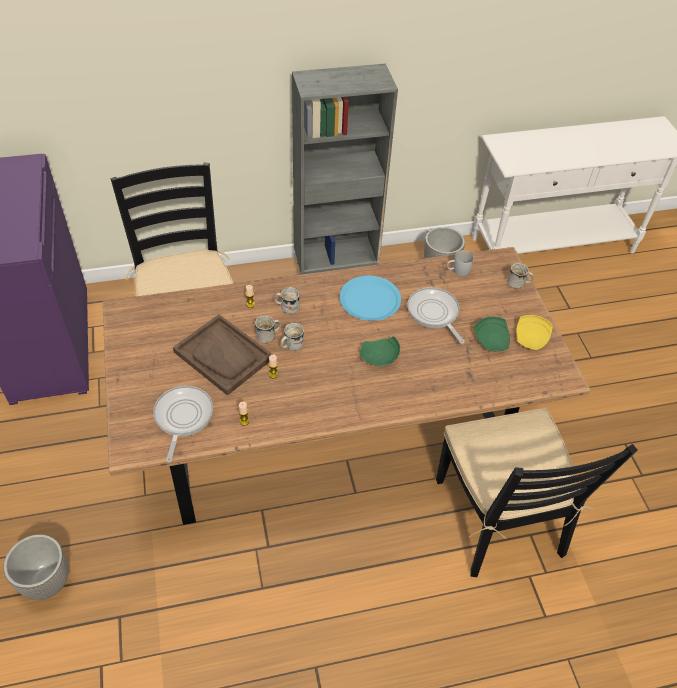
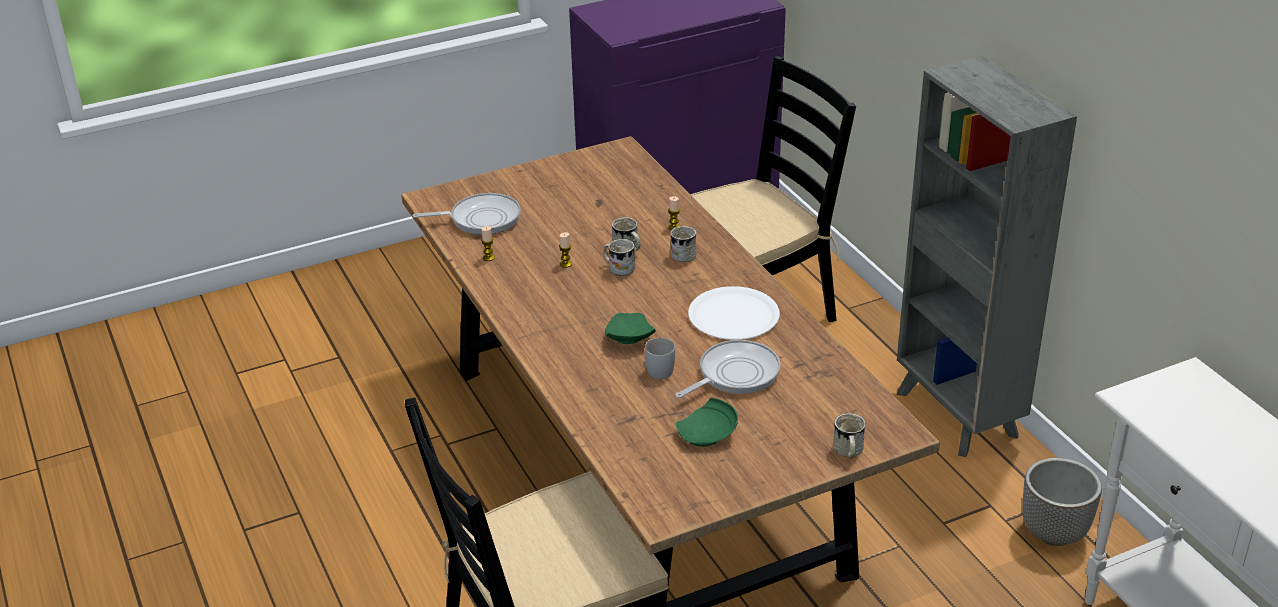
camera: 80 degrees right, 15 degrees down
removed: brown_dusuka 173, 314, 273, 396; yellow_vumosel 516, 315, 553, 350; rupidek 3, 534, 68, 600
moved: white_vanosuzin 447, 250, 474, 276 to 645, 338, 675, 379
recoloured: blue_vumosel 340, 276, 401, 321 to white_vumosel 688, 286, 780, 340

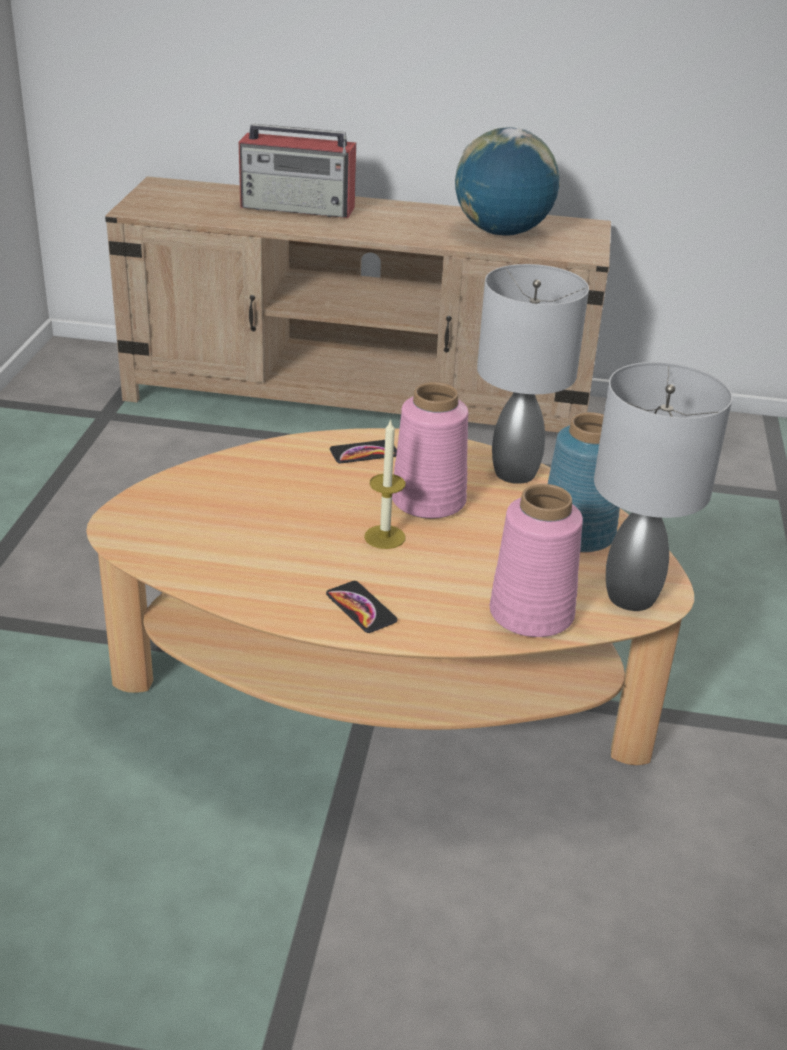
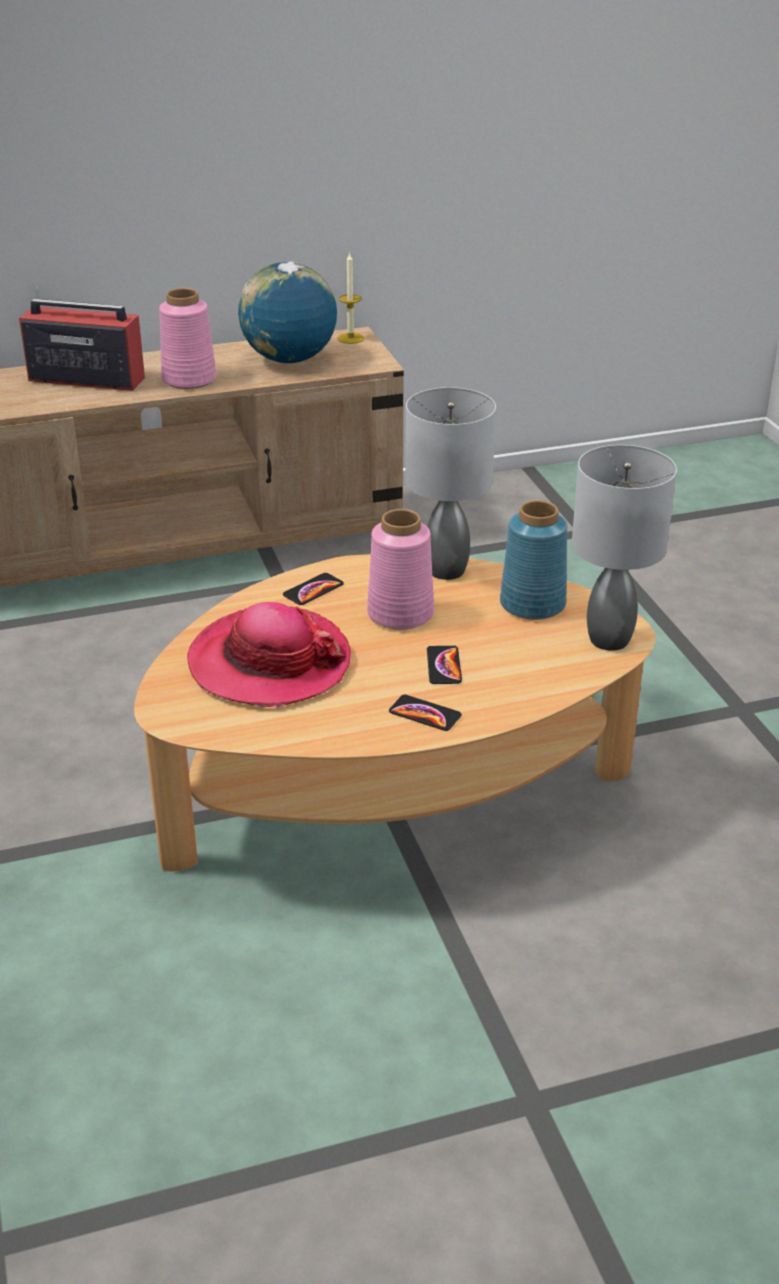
camera: 25 degrees left, 0 degrees up
added: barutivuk 187, 602, 351, 707; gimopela 427, 646, 462, 684
moved: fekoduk 364, 419, 405, 549 to 338, 252, 364, 344; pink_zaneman 490, 484, 583, 637 to 159, 288, 217, 389
turned: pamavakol 239, 124, 356, 218 = 19, 288, 145, 391 150 degrees counterclockwise

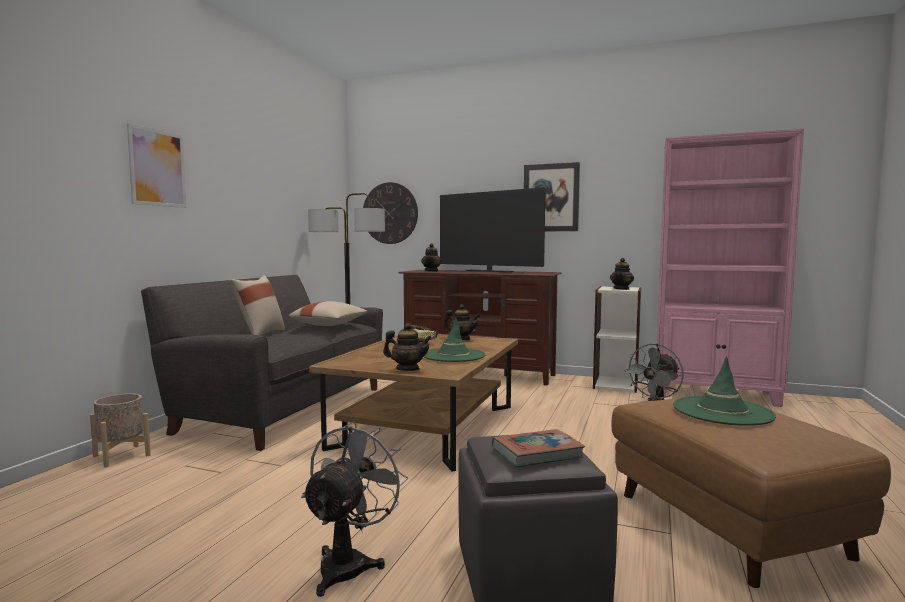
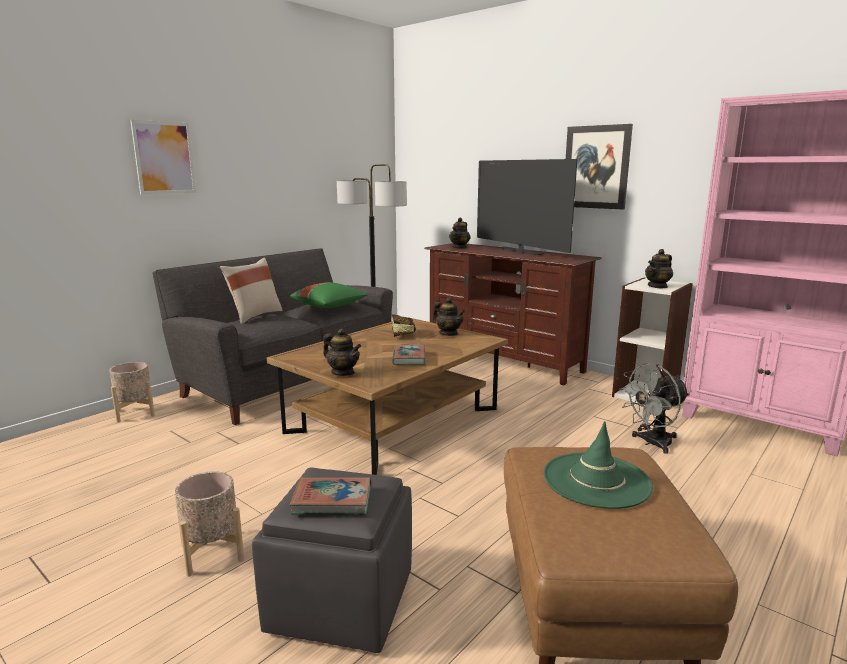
camera: 20 degrees right, 10 degrees up
removed: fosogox 363, 182, 418, 244
replaced: green_barutivuk 424, 317, 486, 362 to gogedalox 392, 345, 425, 365; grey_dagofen 301, 422, 408, 597 to beige_rupidek 175, 471, 244, 577
recoloured: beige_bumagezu 289, 301, 368, 326 to green_bumagezu 290, 282, 368, 308

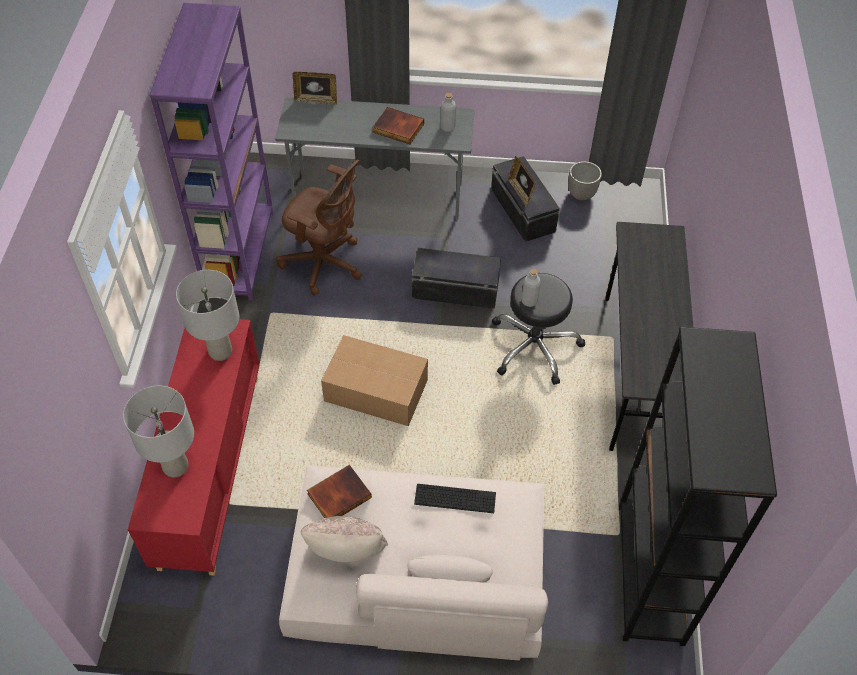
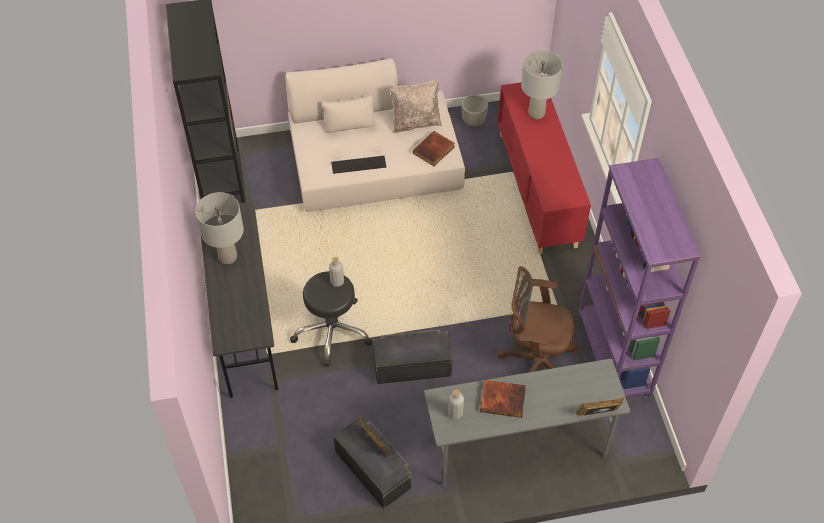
camera: 165 degrees right, 0 degrees up
removed: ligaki 321, 335, 428, 426
moved: rupidek 568, 161, 602, 201 to 462, 95, 488, 127; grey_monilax 176, 270, 239, 361 to 195, 192, 244, 264

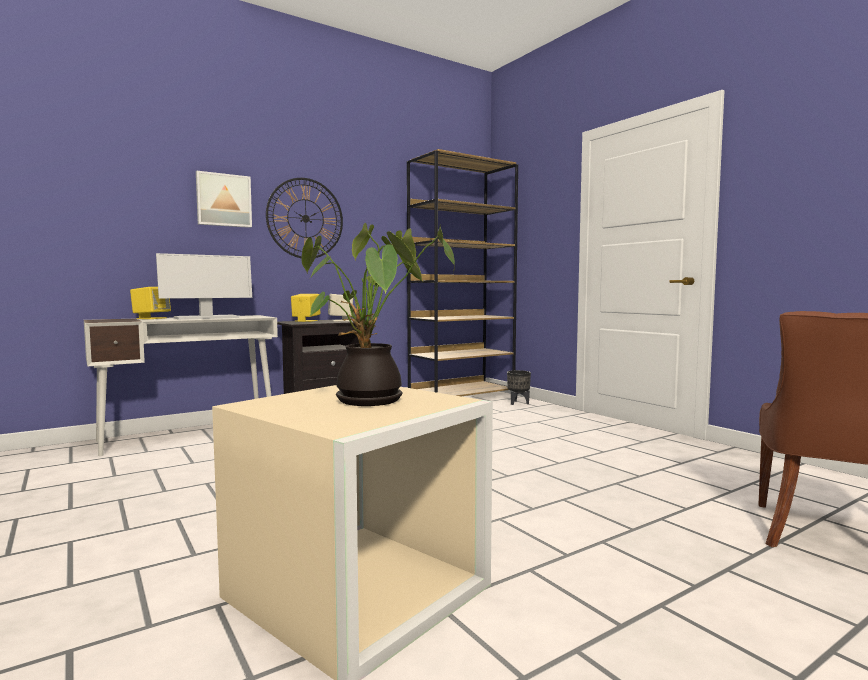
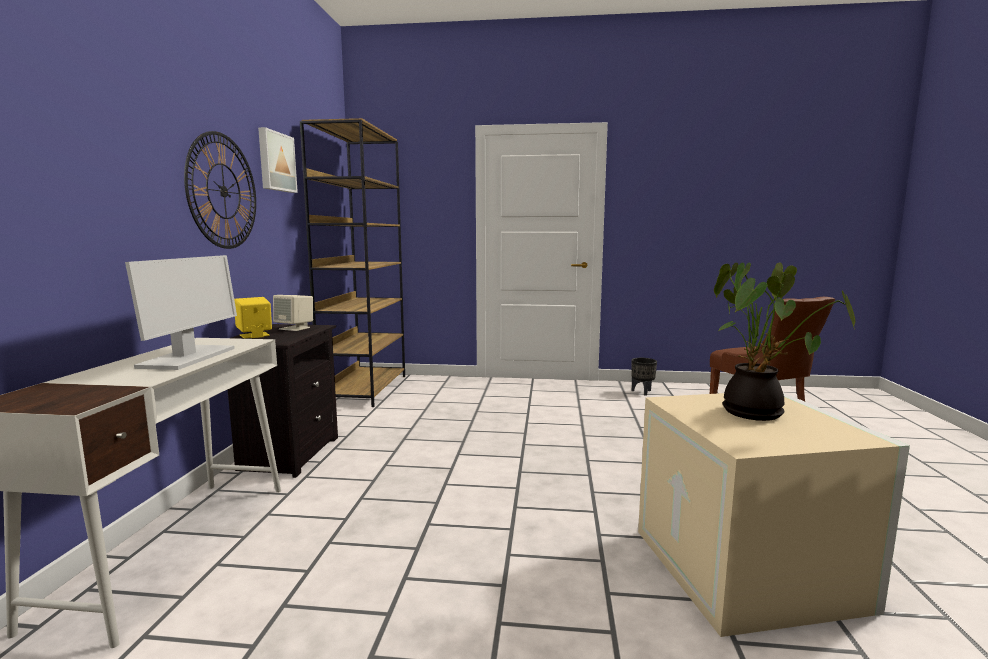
camera: 50 degrees left, 5 degrees up
removed: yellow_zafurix 130, 287, 171, 319
moved: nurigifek 196, 171, 252, 228 to 258, 127, 298, 193; black_rupidek 507, 370, 531, 405 to 632, 358, 657, 396

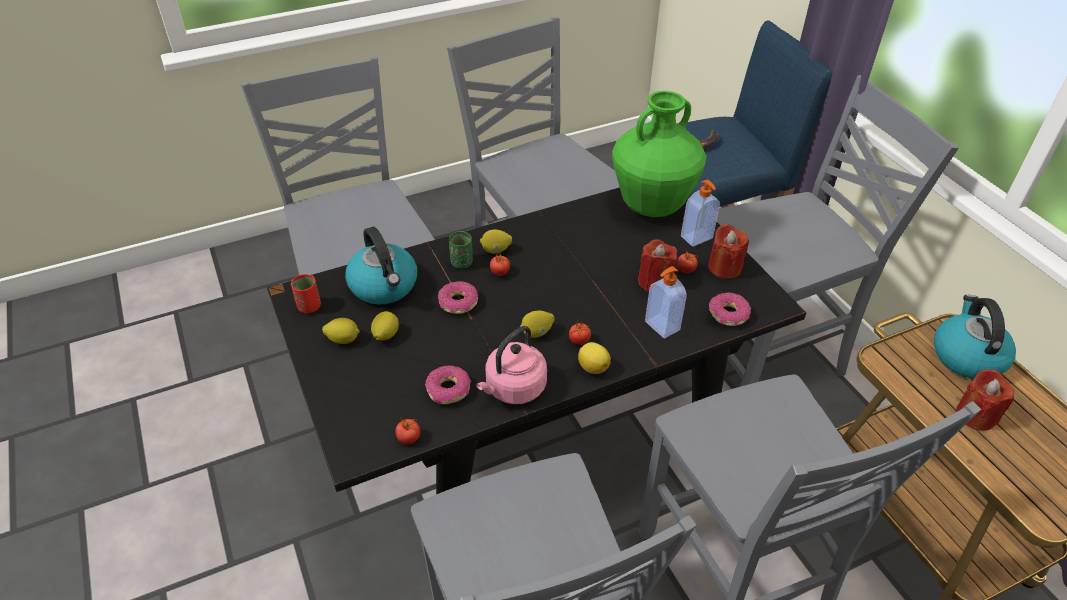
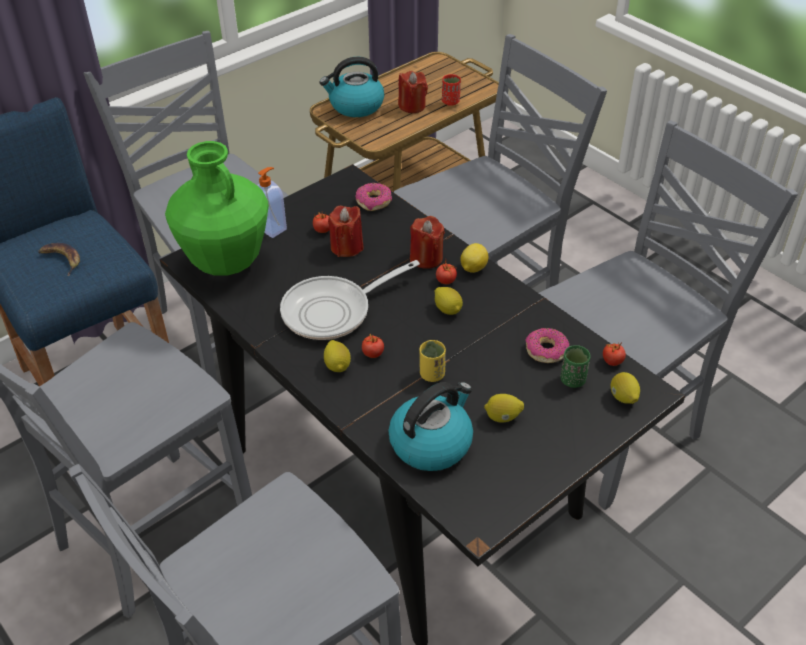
camera: 105 degrees left, 0 degrees up
removed: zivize 645, 266, 687, 339; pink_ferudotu 476, 326, 547, 404
added: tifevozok 280, 260, 420, 340
moved: red_fekoduk 708, 224, 749, 279 to 410, 216, 445, 269; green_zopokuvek 449, 231, 473, 269 to 560, 345, 591, 388; red_zopokuvek 291, 274, 321, 313 to 442, 74, 461, 106; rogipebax 322, 318, 360, 344 to 611, 372, 640, 404
replaced: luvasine 438, 281, 478, 314 to yellow_zopokuvek 419, 340, 446, 382

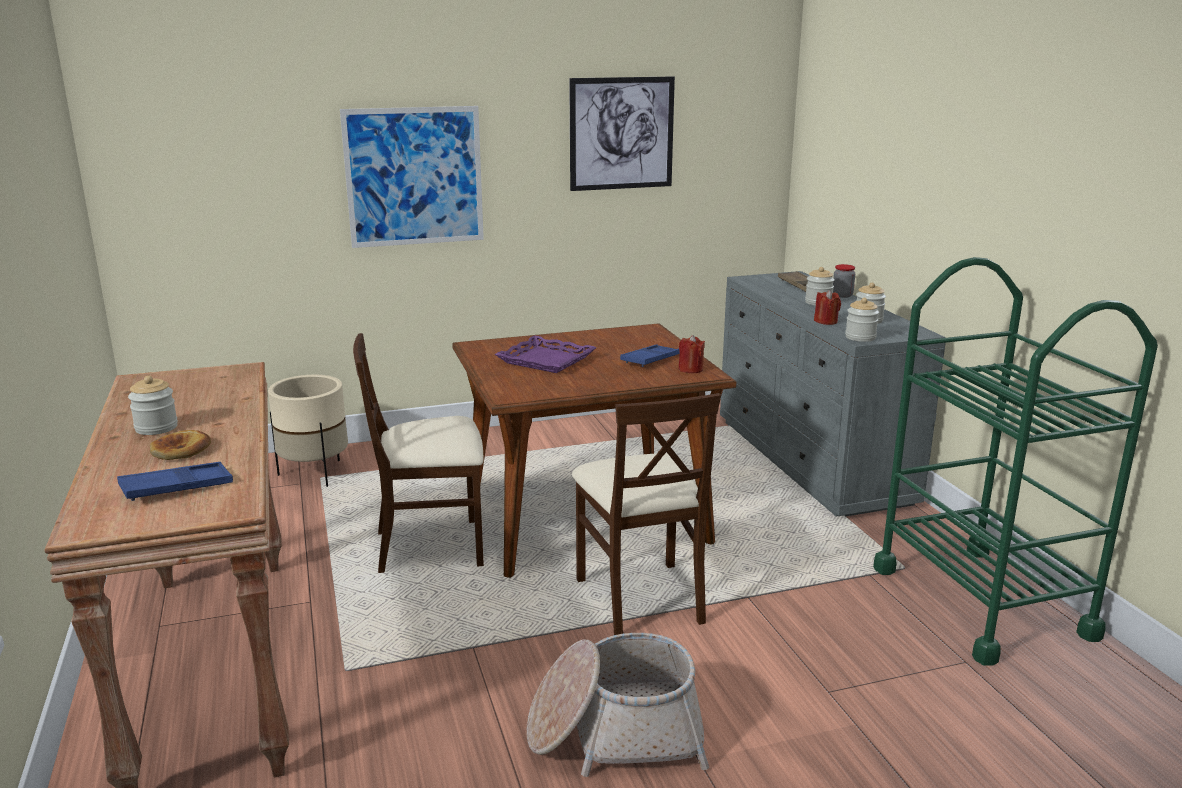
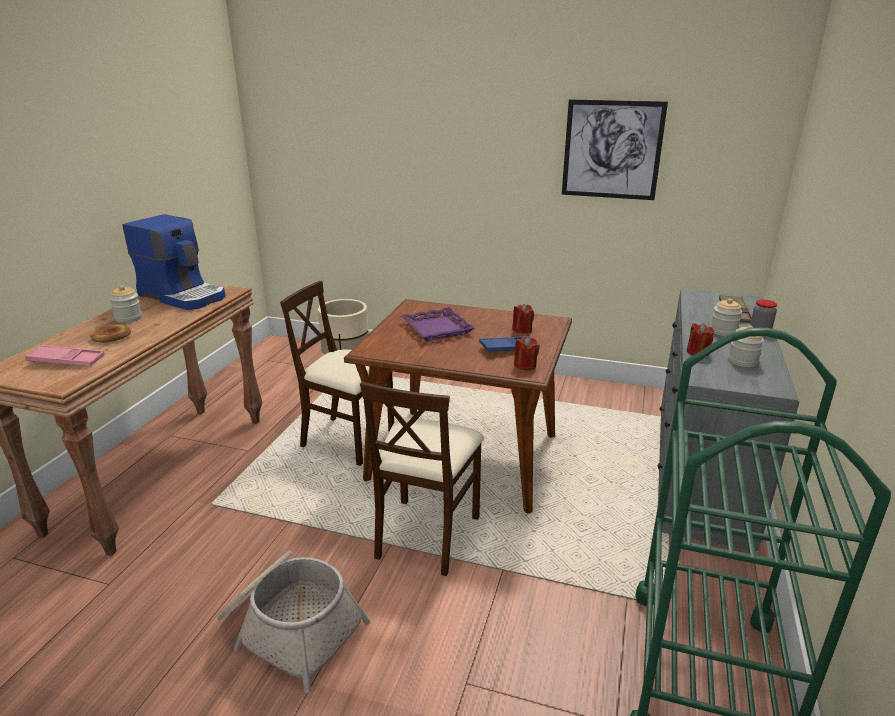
camera: 35 degrees right, 5 degrees up
removed: nurigifek 340, 106, 484, 248; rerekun 845, 298, 879, 342
added: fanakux 123, 214, 225, 310; red_fekoduk 512, 304, 534, 333
recoloured: blue_dusuka 117, 462, 233, 501 to pink_dusuka 25, 345, 104, 366

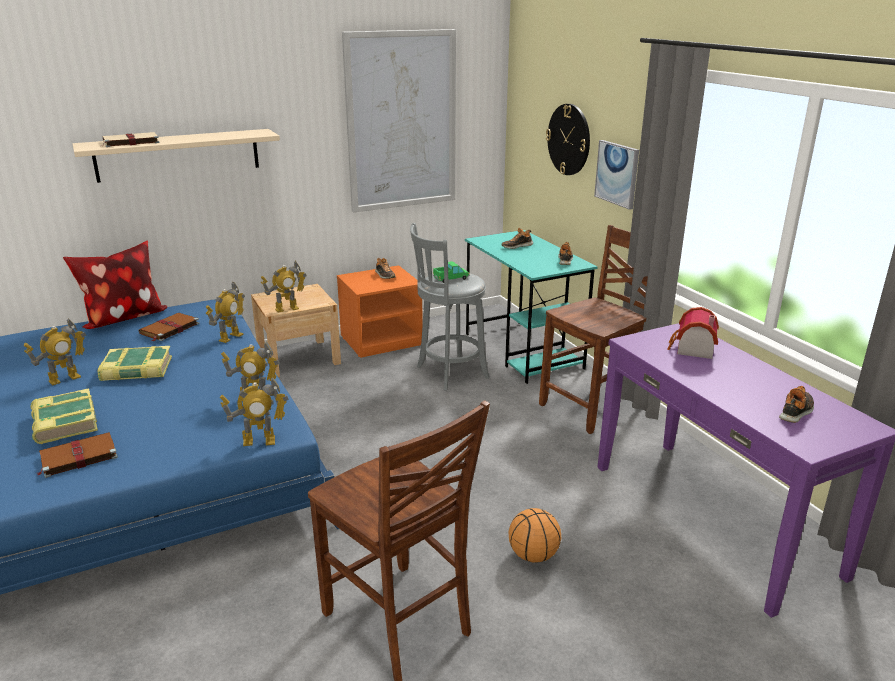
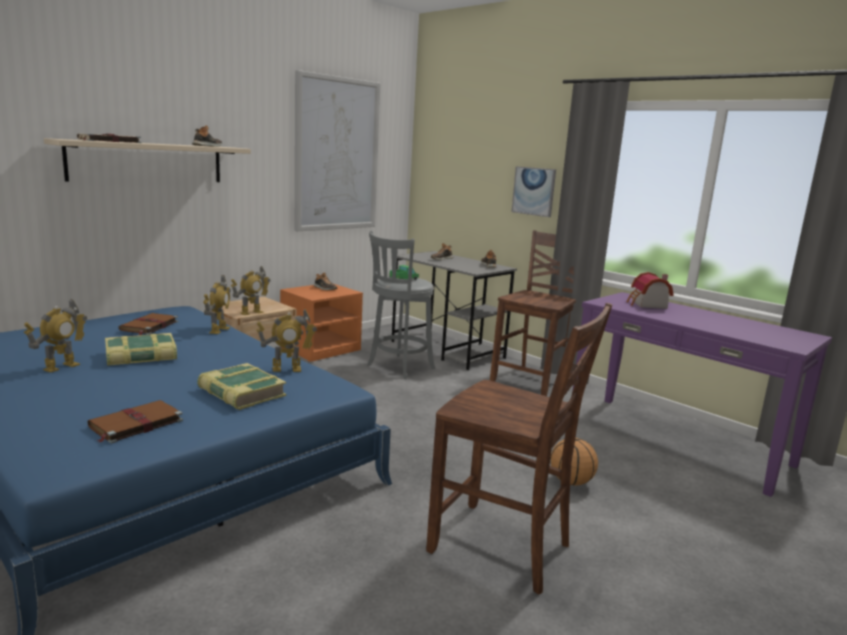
camera: 20 degrees left, 10 degrees down
removed: fosogox 546, 104, 590, 175; bumagezu 63, 241, 167, 329; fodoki 220, 376, 289, 446
moved: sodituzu 779, 386, 814, 423 to 192, 125, 222, 147; gogedalox 30, 388, 98, 444 to 197, 363, 286, 410
recoloured: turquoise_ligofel 465, 230, 598, 384 to grey_ligofel 391, 251, 517, 370

